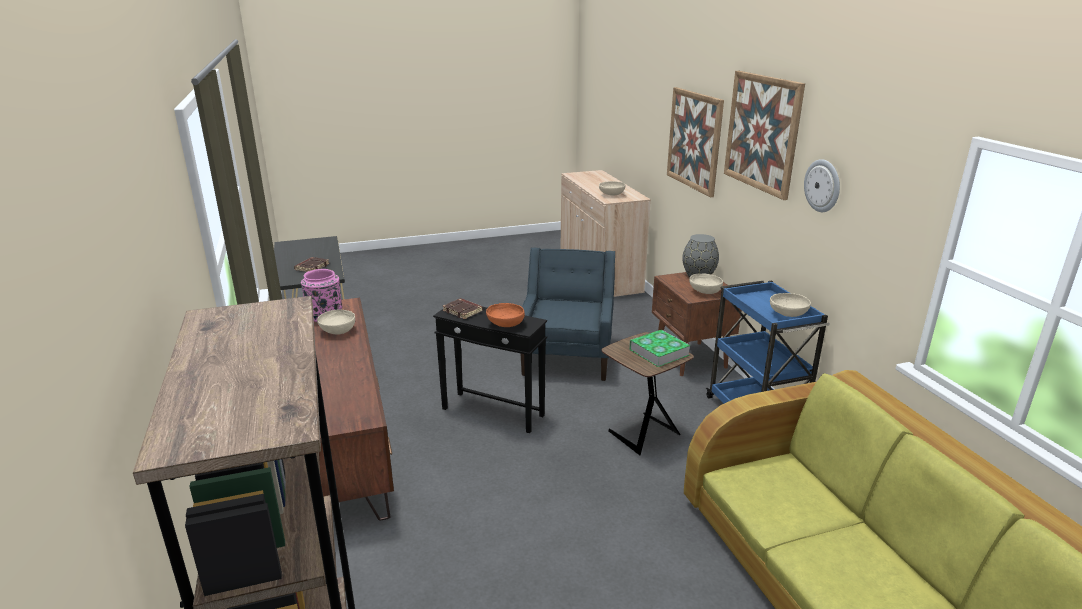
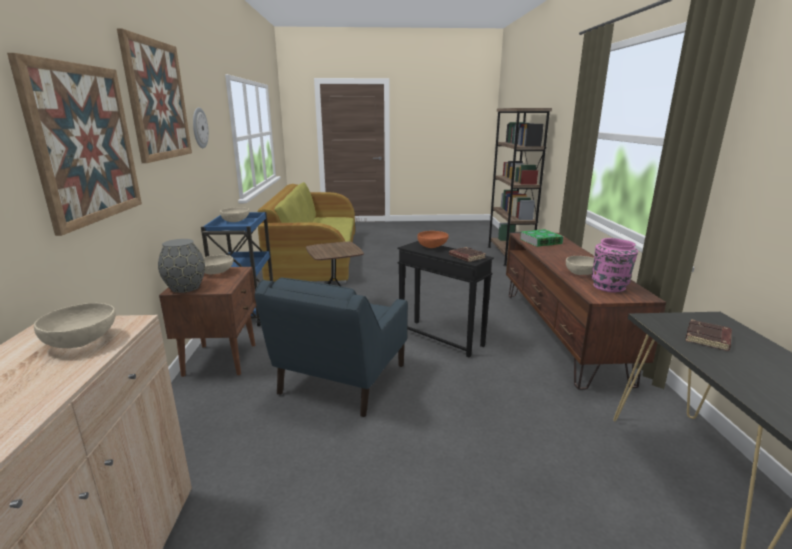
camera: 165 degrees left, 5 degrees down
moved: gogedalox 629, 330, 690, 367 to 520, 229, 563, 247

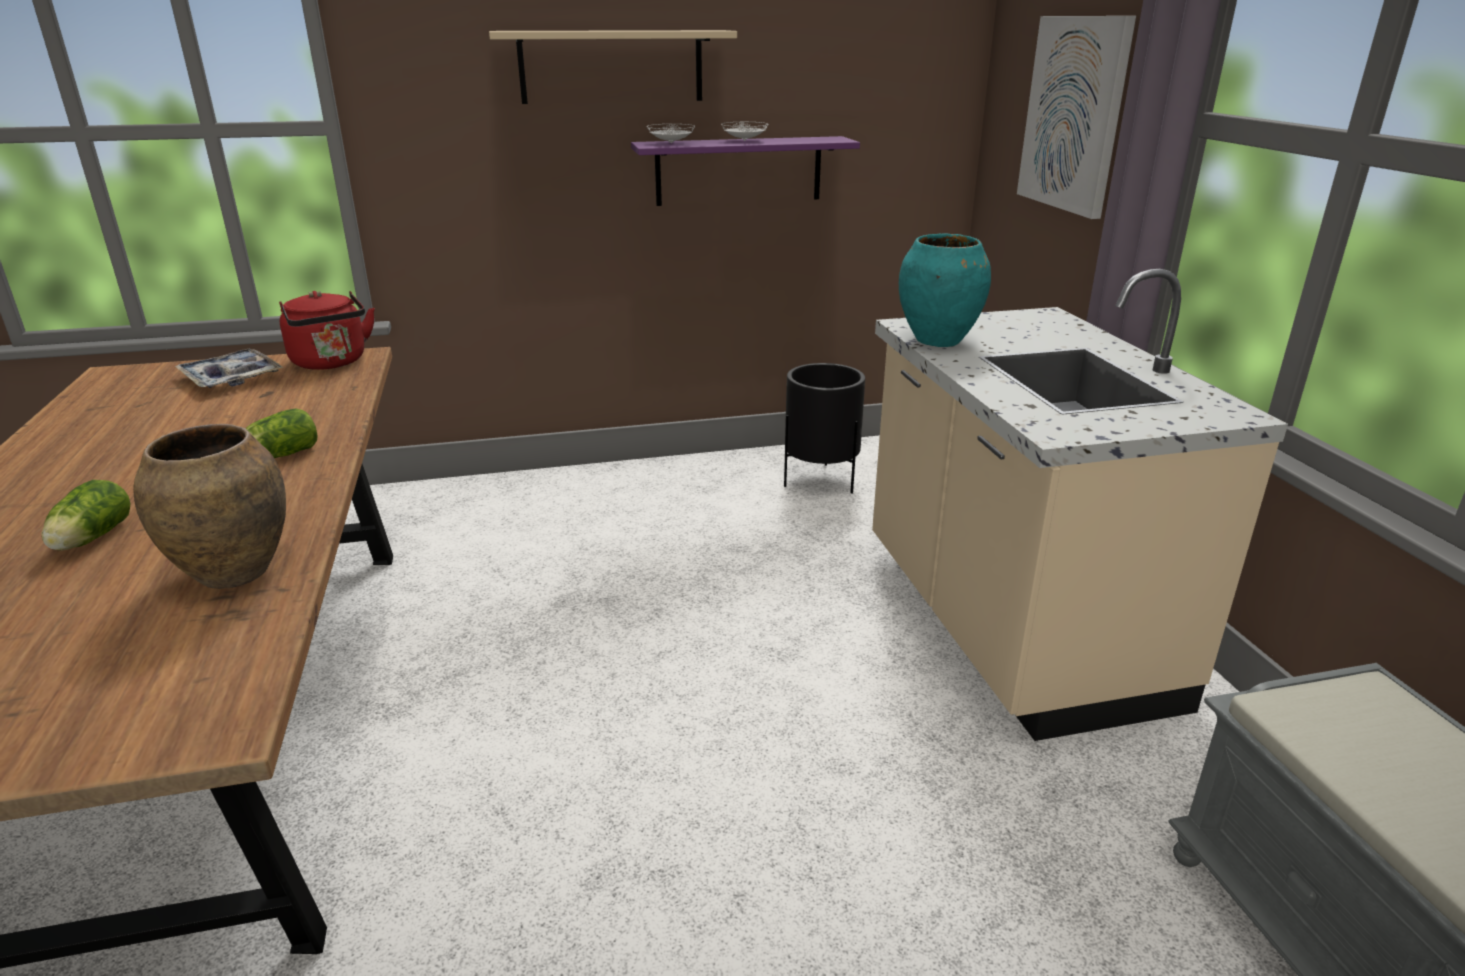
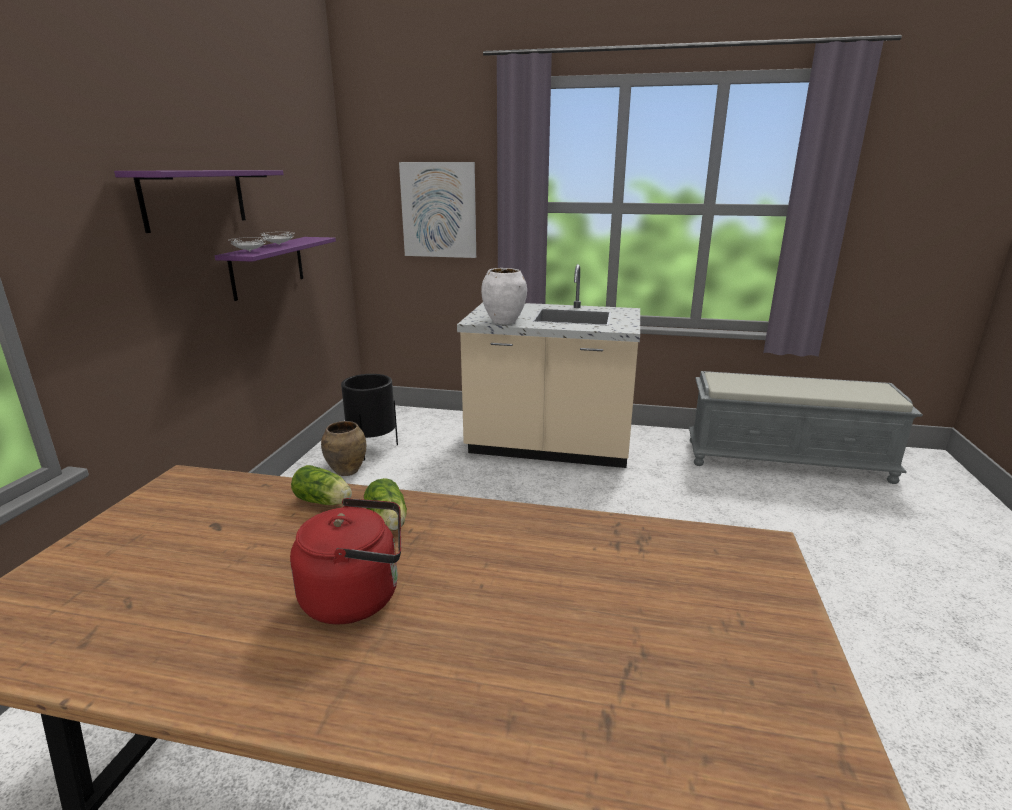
camera: 65 degrees left, 5 degrees down
removed: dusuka 175, 349, 284, 388
moved: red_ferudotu 279, 291, 375, 370 to 290, 498, 401, 625; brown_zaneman 133, 424, 286, 589 to 321, 421, 366, 476; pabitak 42, 480, 131, 551 to 291, 465, 352, 505
recoloured: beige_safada 489, 30, 737, 104 to purple_safada 114, 170, 284, 233; turquoise_zaneman 899, 234, 991, 347 to white_zaneman 481, 268, 527, 324

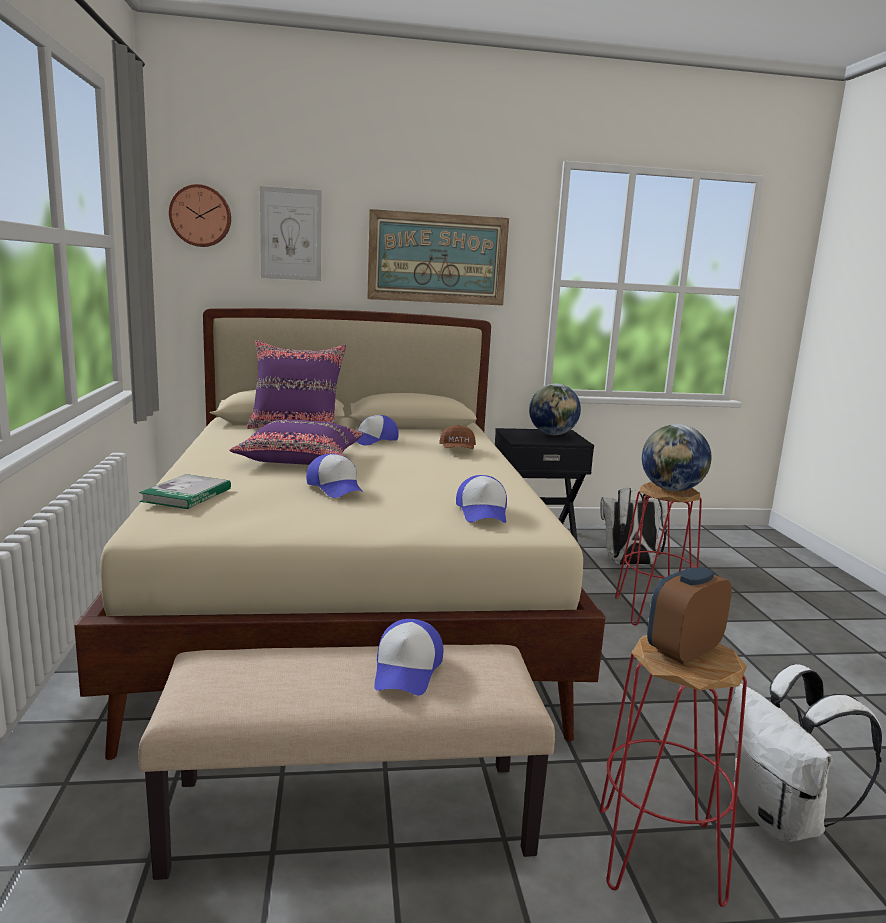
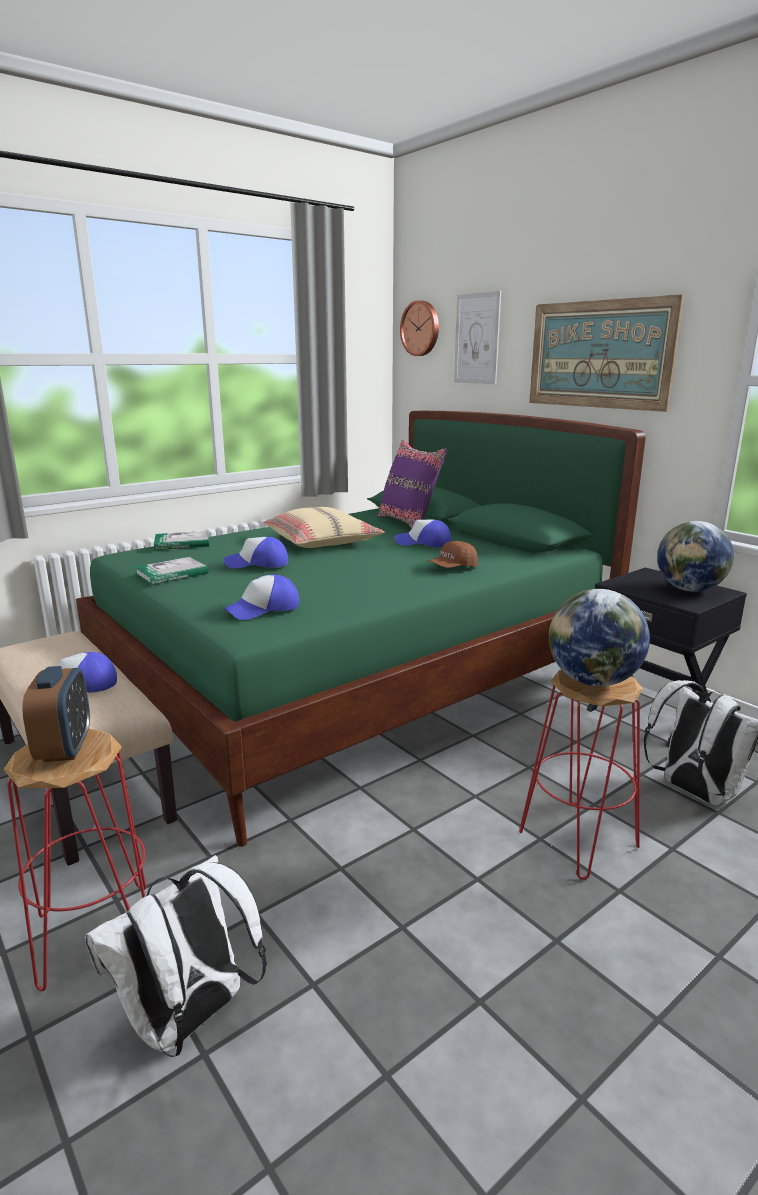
camera: 60 degrees right, 5 degrees up
added: gogedalox 134, 557, 208, 585
recoloured: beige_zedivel 74, 308, 606, 760 to green_zedivel 76, 410, 646, 847; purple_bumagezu 230, 419, 364, 465 to beige_bumagezu 263, 507, 384, 548
turned: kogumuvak 306, 454, 364, 498 = 224, 537, 288, 569 60 degrees clockwise; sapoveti 647, 567, 732, 665 = 22, 666, 90, 762 60 degrees clockwise

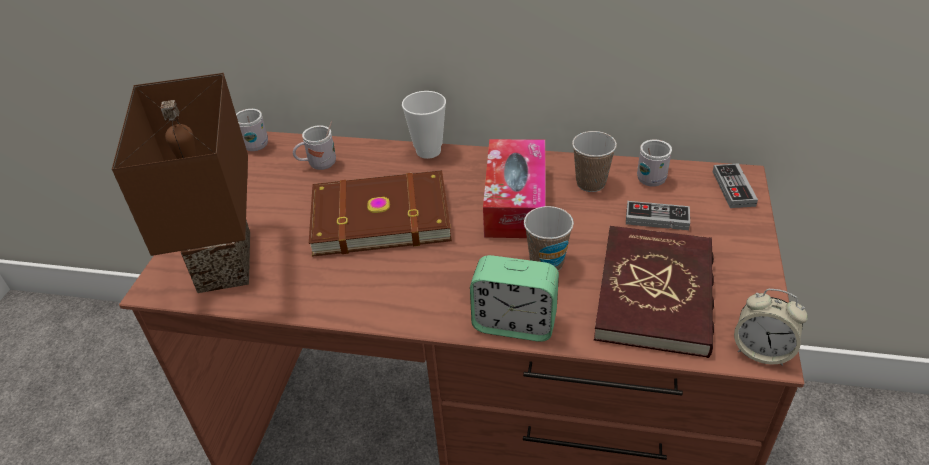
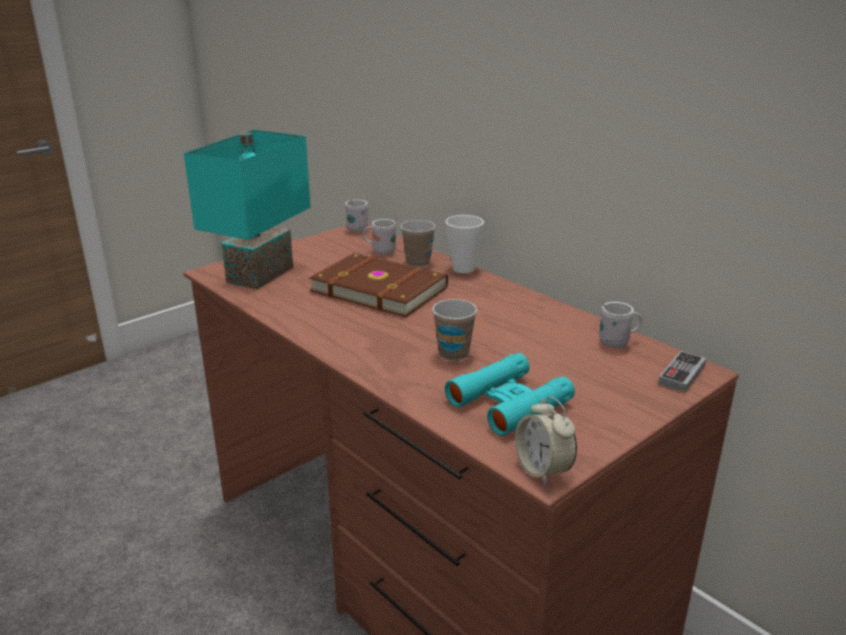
camera: 35 degrees right, 15 degrees down
removed: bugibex 483, 139, 545, 238; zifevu 626, 201, 690, 230; sapoveti 470, 255, 559, 342
moved: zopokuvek 572, 131, 617, 192 to 401, 220, 435, 268
replaced: red_gogedalox 594, 226, 714, 358 to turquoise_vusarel 445, 353, 575, 436
recoloured: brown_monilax 112, 73, 250, 293 to turquoise_monilax 184, 129, 311, 289

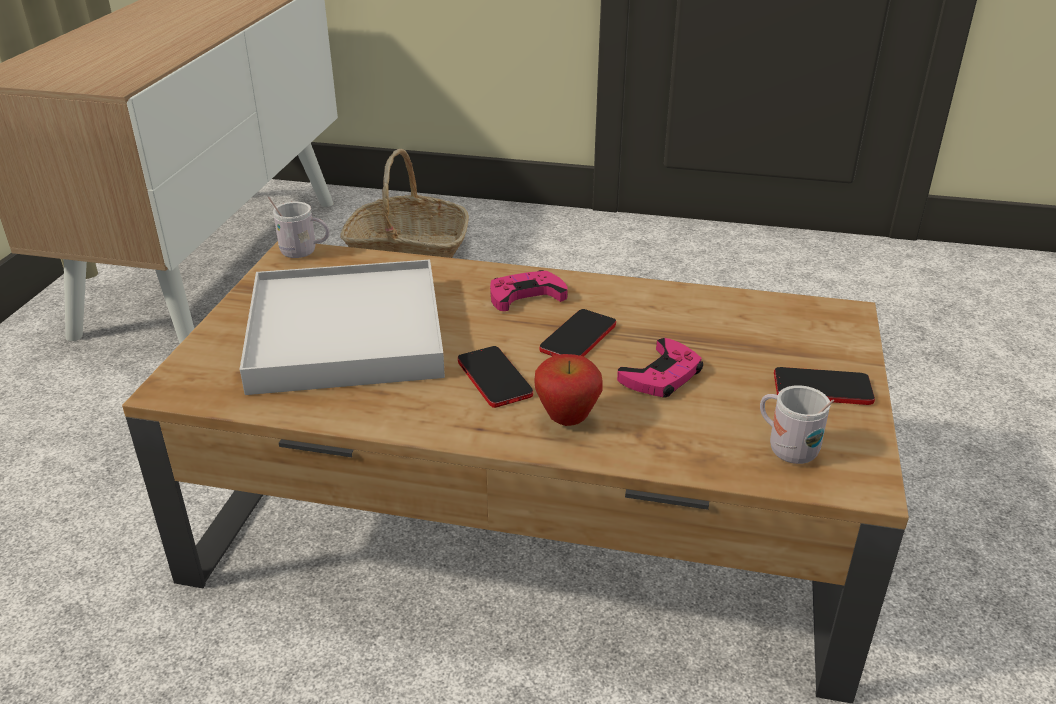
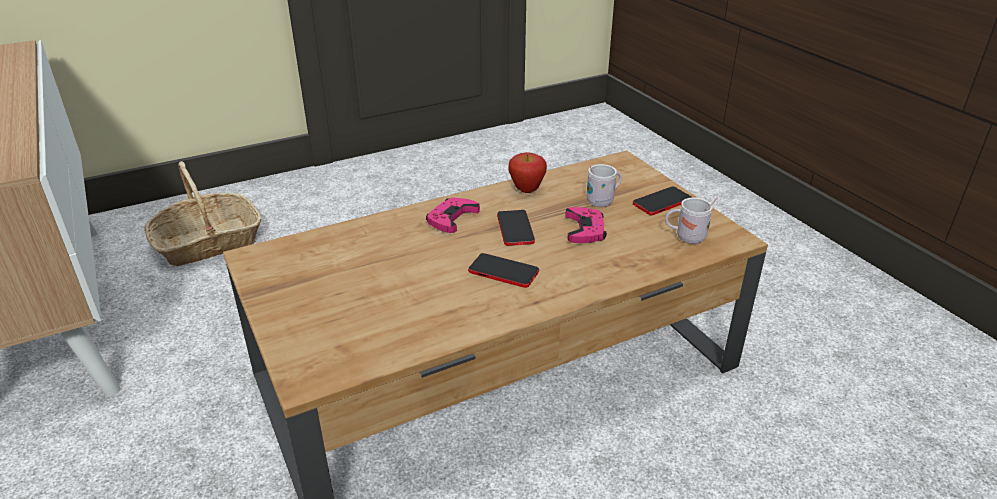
camera: 40 degrees left, 0 degrees up
removed: white_dusuka 240, 260, 445, 395
moved: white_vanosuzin 268, 197, 329, 258 to 587, 164, 622, 207; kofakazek 534, 354, 603, 426 to 508, 152, 547, 193

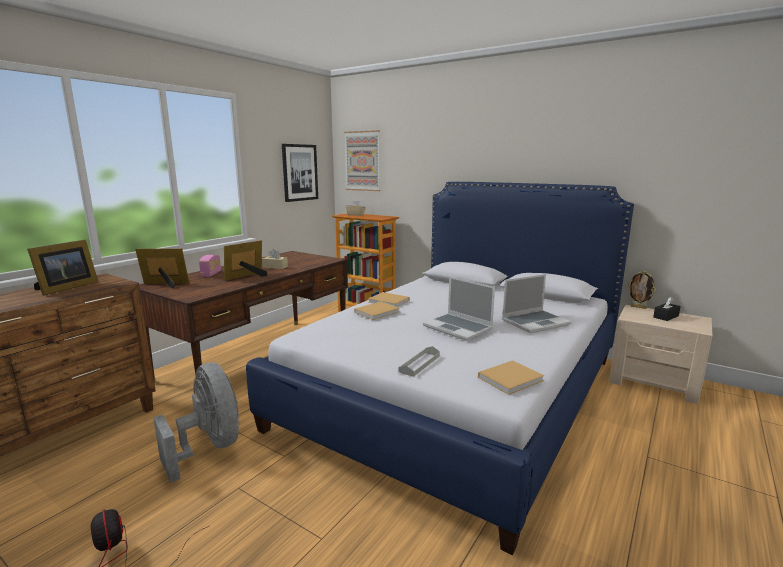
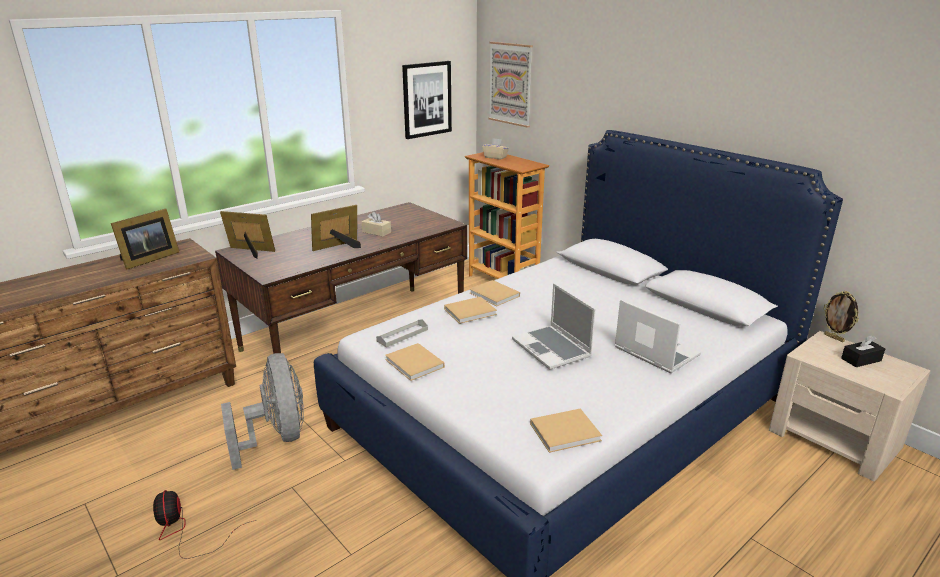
camera: 15 degrees right, 10 degrees up
removed: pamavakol 199, 255, 221, 277
added: beige_gogedalox 385, 343, 445, 381
moved: grey_dusuka 398, 346, 440, 377 to 376, 319, 428, 347
turned: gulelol 502, 274, 571, 333 = 614, 299, 701, 373 120 degrees counterclockwise

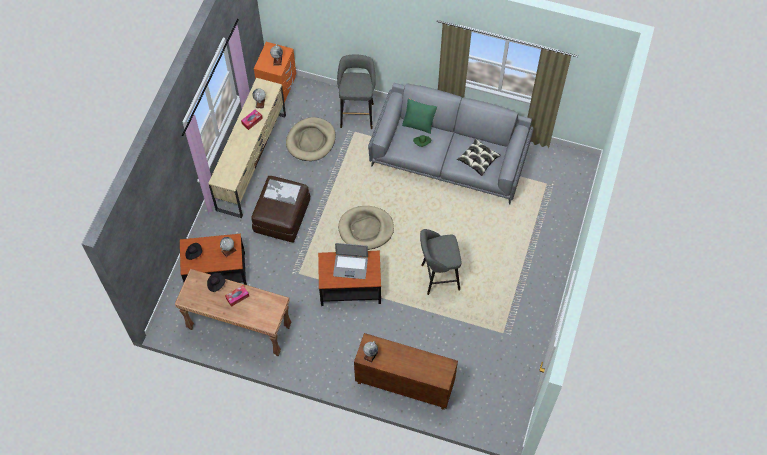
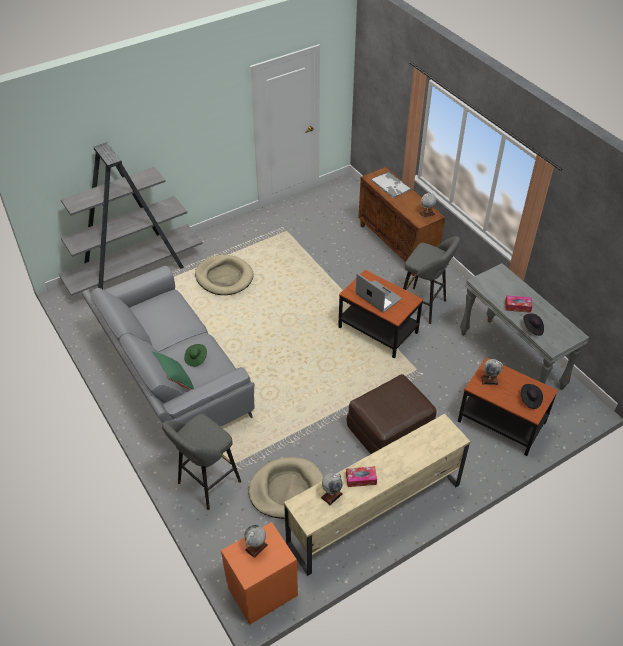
camera: 140 degrees left, 15 degrees down
removed: bumagezu 457, 139, 501, 176
added: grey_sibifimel 59, 142, 203, 296
moved: dusuka 263, 179, 301, 205 to 371, 171, 412, 198; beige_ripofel 338, 206, 394, 250 to 195, 255, 254, 295; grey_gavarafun 420, 229, 461, 295 to 403, 236, 460, 324
recoloured: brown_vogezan 174, 269, 292, 356 to grey_vogezan 460, 263, 589, 390

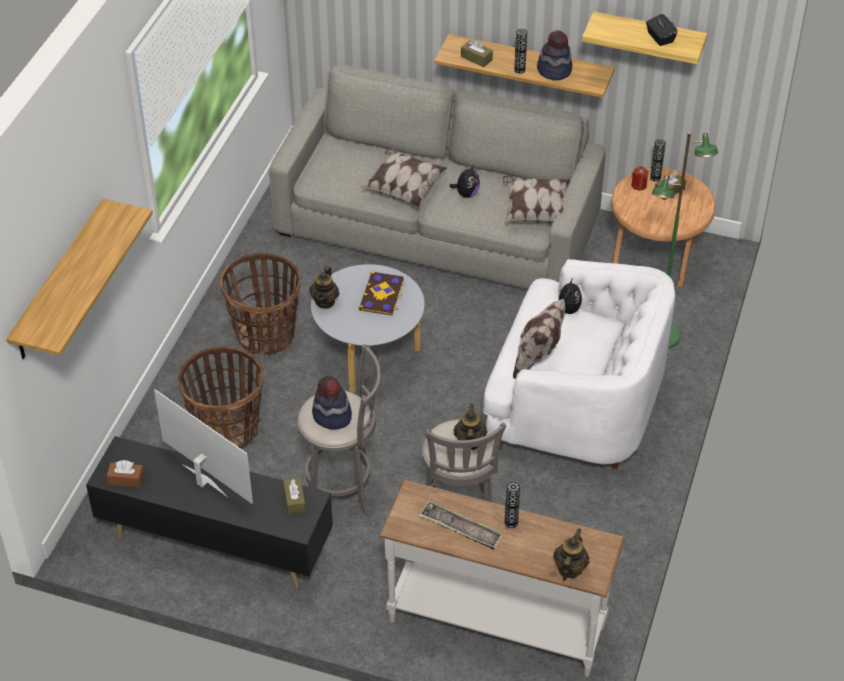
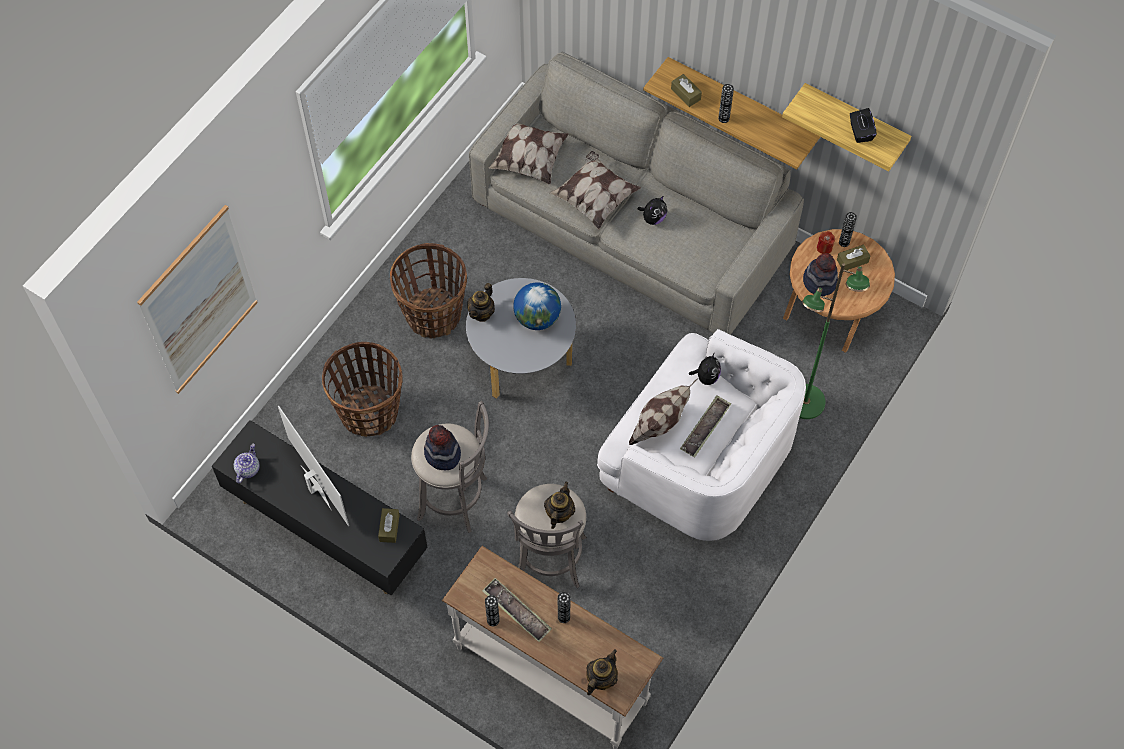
camera: 15 degrees right, 15 degrees up
added: dusuka 680, 395, 731, 458; zaneman 485, 595, 500, 626
moved: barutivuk 537, 30, 572, 80 to 803, 253, 838, 296; bumagezu 502, 176, 570, 223 to 488, 123, 569, 185
replaced: safada 6, 199, 153, 359 to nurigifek 137, 205, 258, 394; gogedalox 359, 272, 404, 316 to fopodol 513, 282, 561, 330; brown_bugibex 107, 460, 144, 487 to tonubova 234, 444, 260, 483

